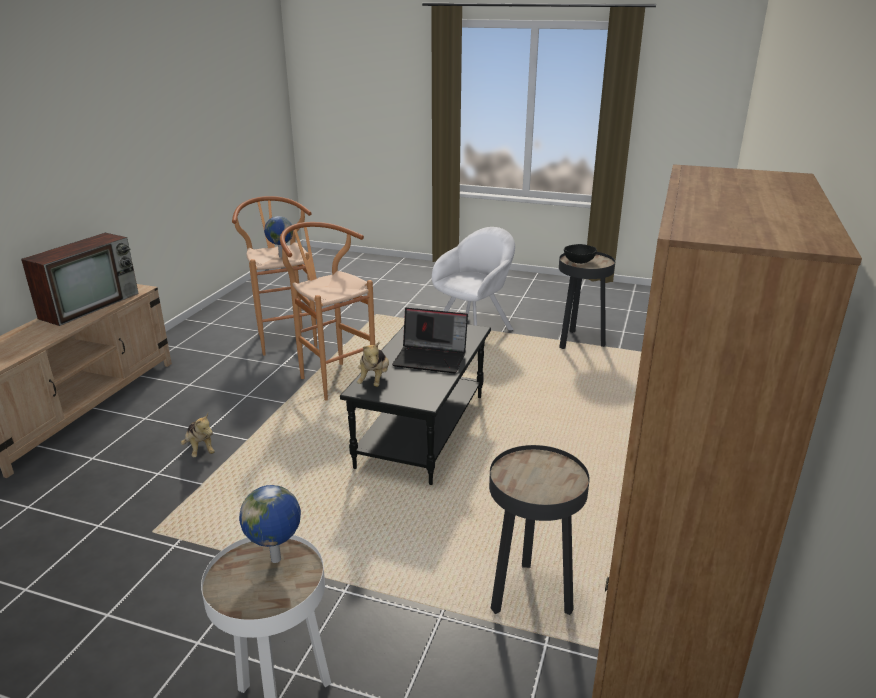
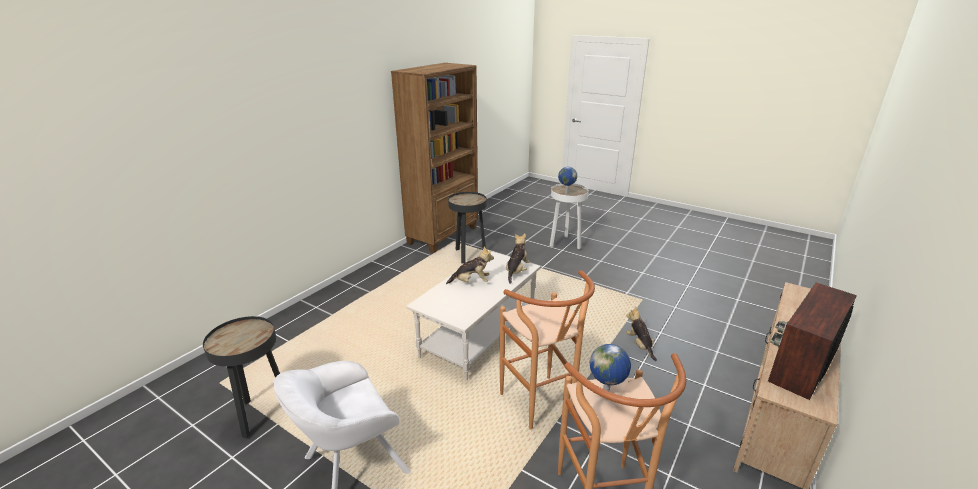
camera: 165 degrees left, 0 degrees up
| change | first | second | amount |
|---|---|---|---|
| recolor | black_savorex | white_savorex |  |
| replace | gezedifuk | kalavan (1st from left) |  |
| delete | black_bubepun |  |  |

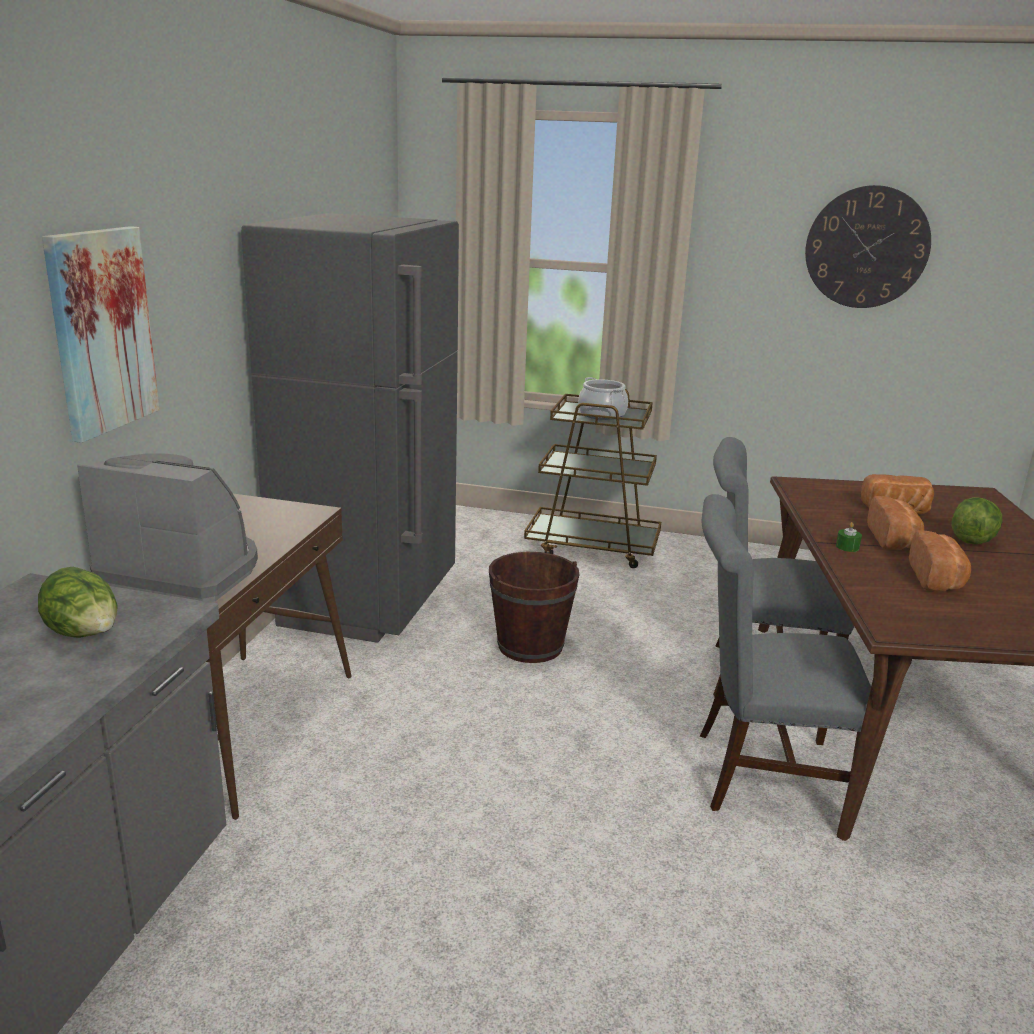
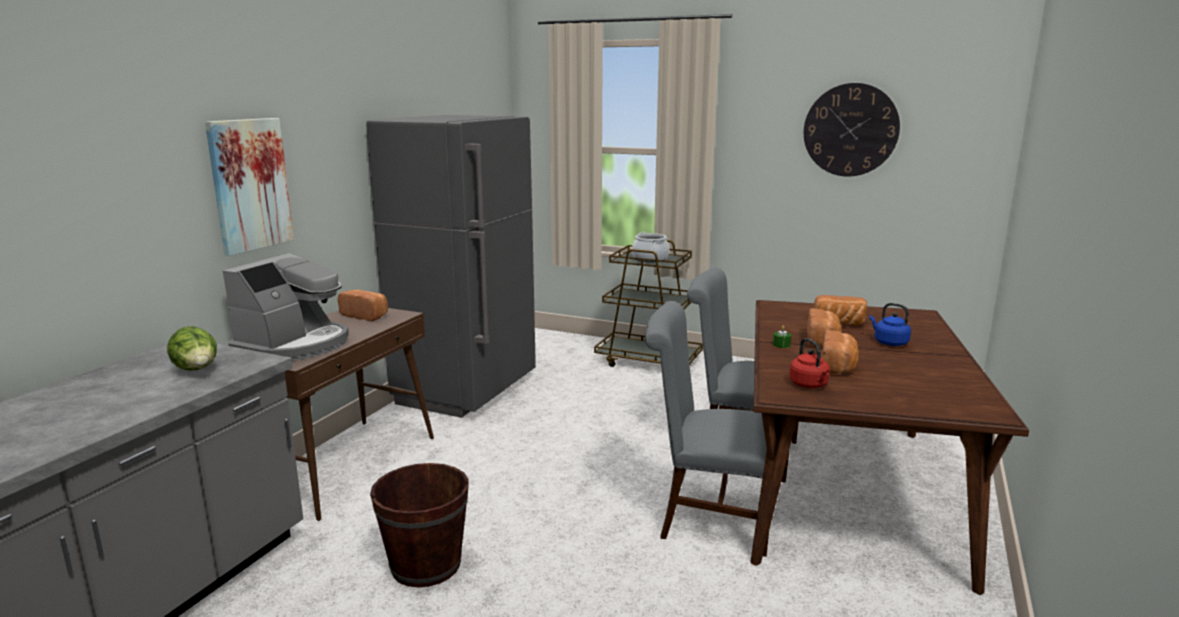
camera: 10 degrees right, 5 degrees down
| change | first | second | amount |
|---|---|---|---|
| rotate | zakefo |  | 90 degrees clockwise |
| move | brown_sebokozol |  |  |
| replace | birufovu (2nd from left) | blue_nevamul |  |
| insert |  | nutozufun (1st from left) |  |
| insert |  | red_nevamul |  |

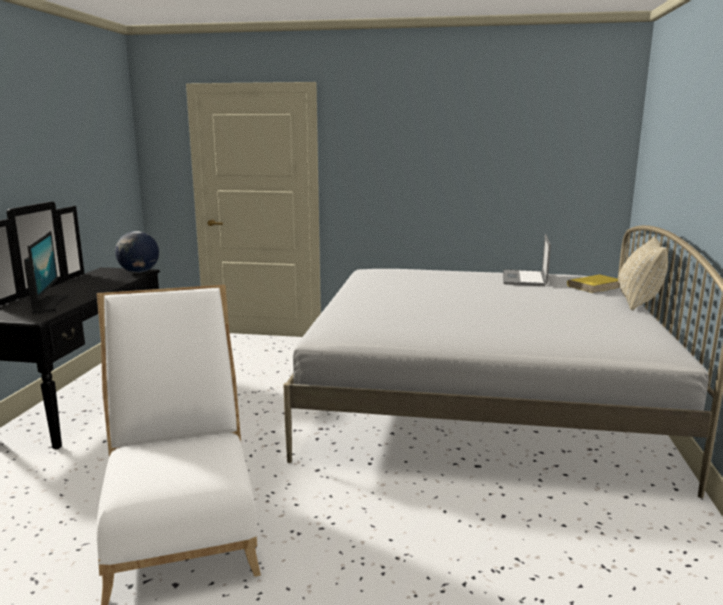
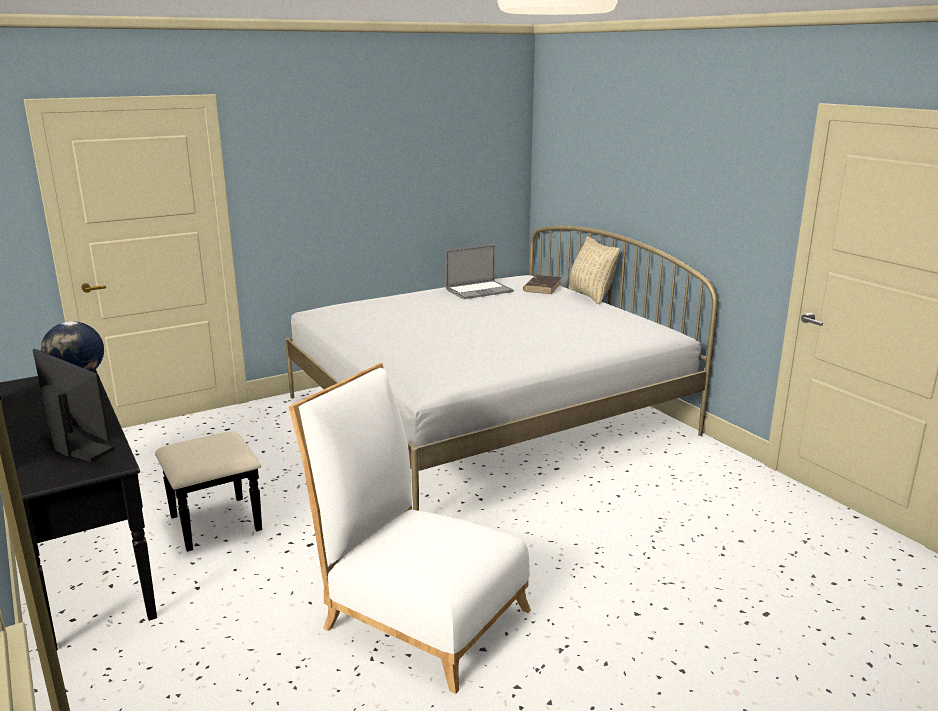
camera: 40 degrees left, 5 degrees up
| change | first | second | amount |
|---|---|---|---|
| rotate | gezedifuk |  | 90 degrees counterclockwise |
| recolor | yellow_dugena | brown_dugena |  |

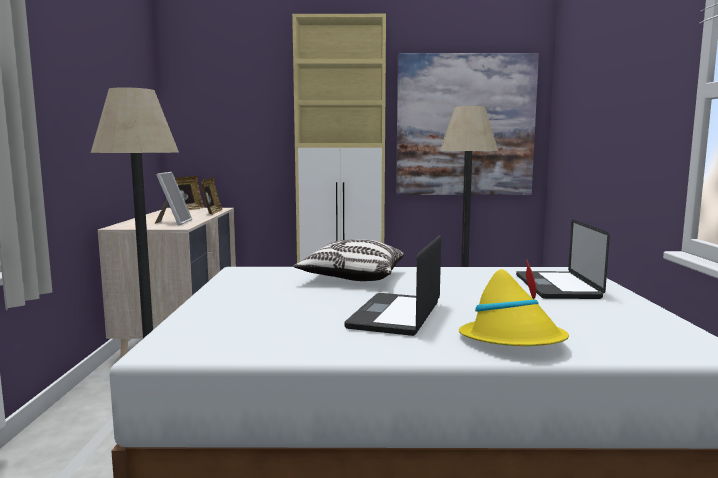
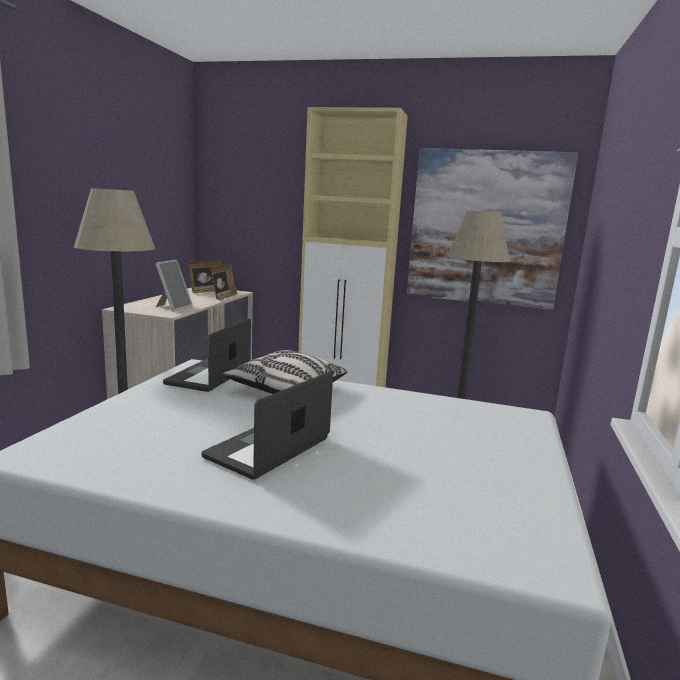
camera: 15 degrees right, 5 degrees up
| change | first | second | amount |
|---|---|---|---|
| delete | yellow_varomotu |  |  |
| move | gezedifuk (2nd from left in the first image) | gezedifuk (1st from left) |  |

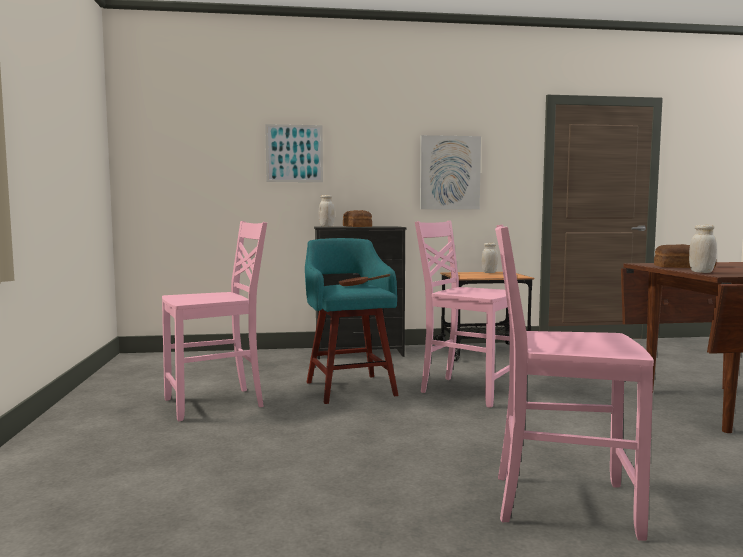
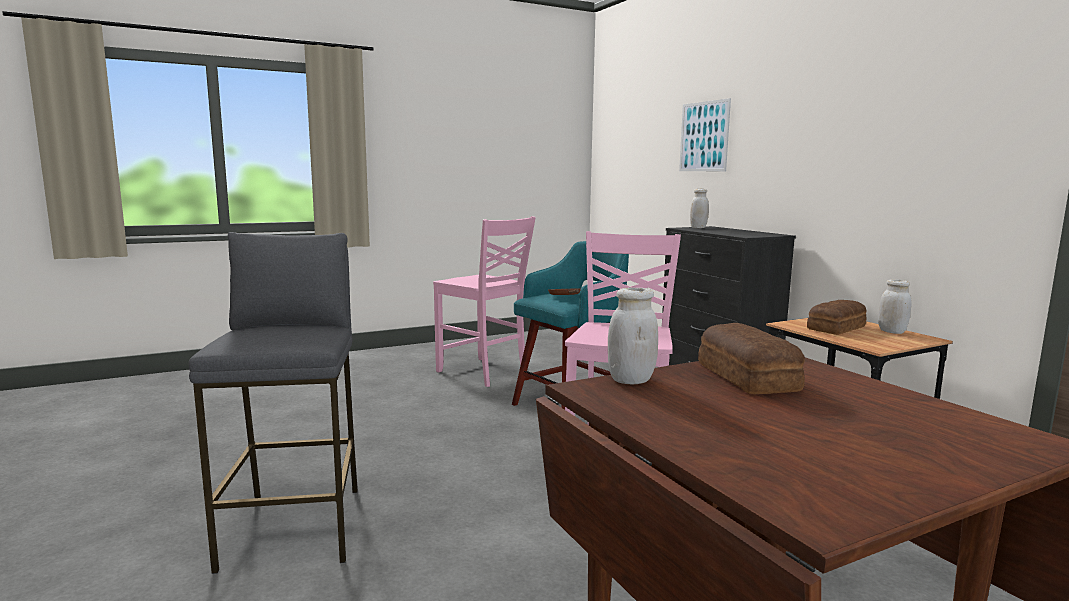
camera: 70 degrees right, 5 degrees up
| change | first | second | amount |
|---|---|---|---|
| move | nutozufun (1st from left in the first image) | nutozufun (2nd from left) |  |
| delete | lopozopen (2nd from left) |  |  |
| replace | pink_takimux (3rd from left) | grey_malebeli |  |

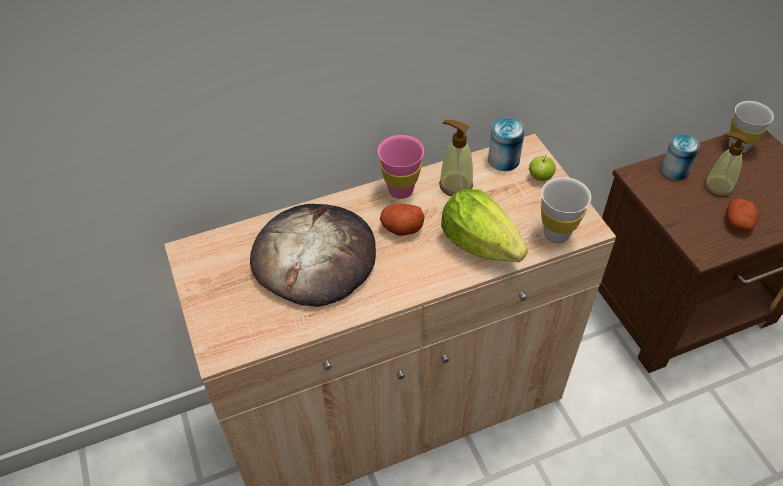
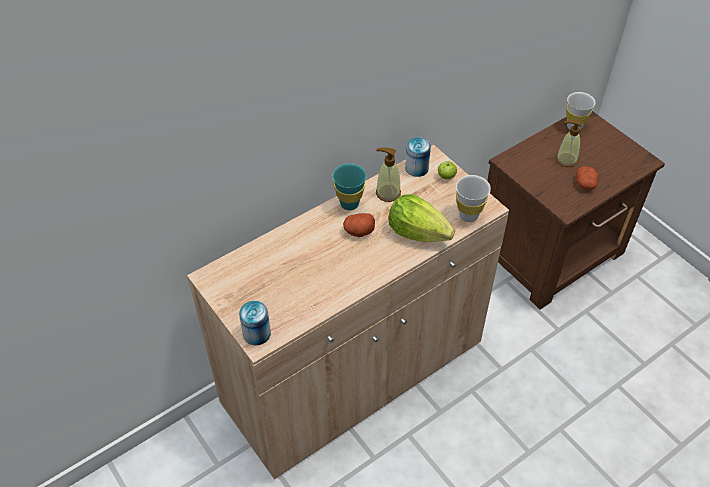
camera: 15 degrees left, 0 degrees up
| change | first | second | amount |
|---|---|---|---|
| delete | nutozufun |  |  |
| recolor | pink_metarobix | turquoise_metarobix |  |
| move | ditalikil (2nd from left in the first image) | ditalikil (1st from left) |  |

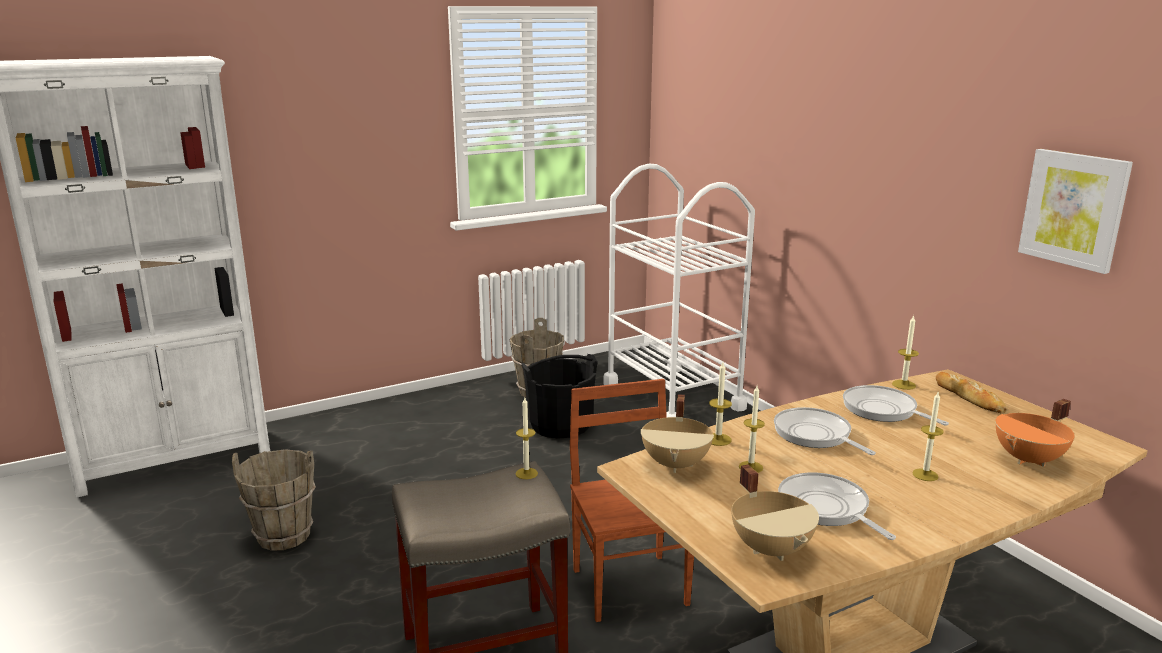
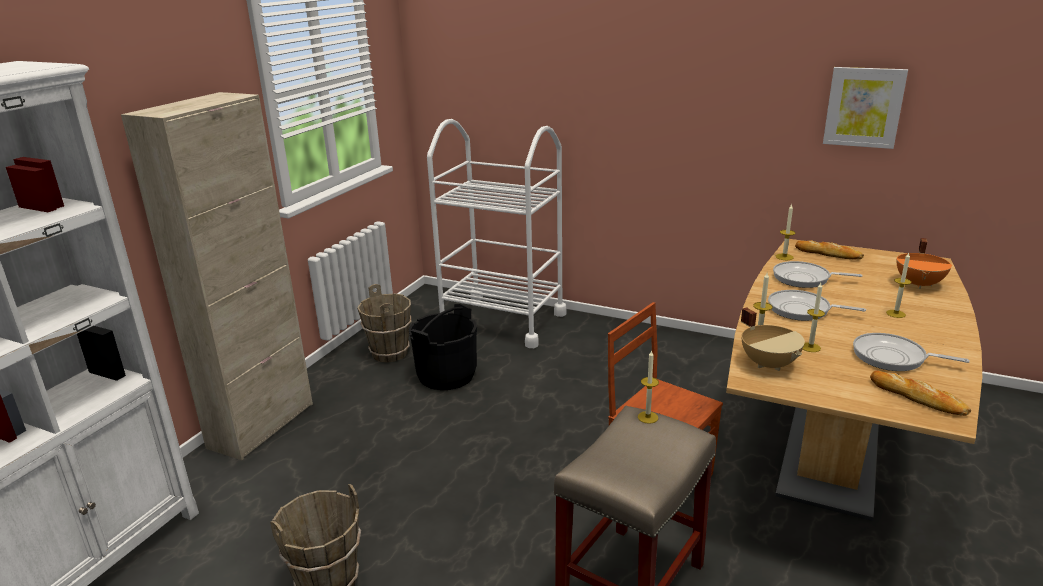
camera: 35 degrees left, 5 degrees up
| change | first | second | amount |
|---|---|---|---|
| replace | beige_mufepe (2nd from left) | nutozufun (2nd from left) |  |
| insert |  | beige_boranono |  |

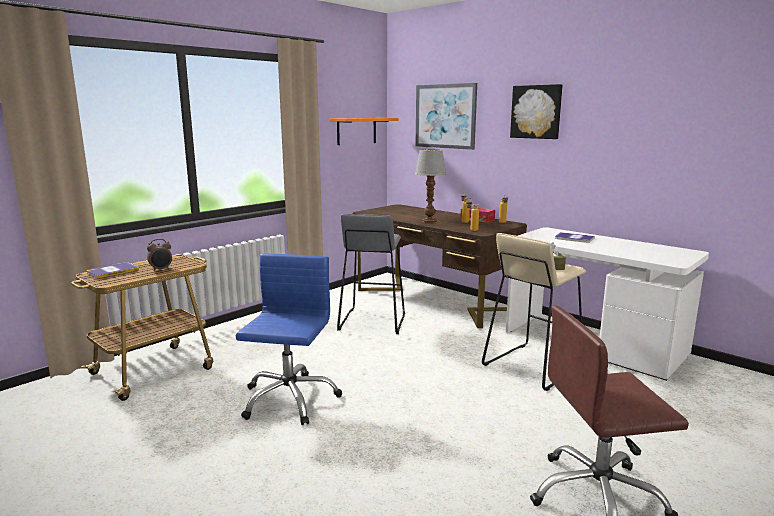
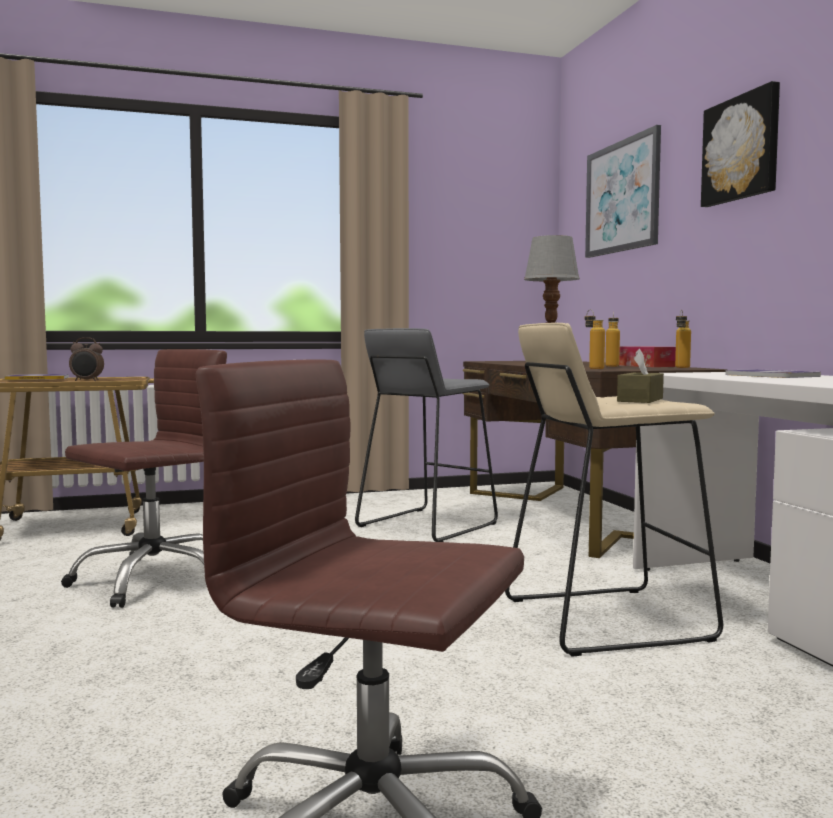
camera: 30 degrees right, 10 degrees down
| change | first | second | amount |
|---|---|---|---|
| recolor | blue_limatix | brown_limatix (1st from left) |  |
| delete | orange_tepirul |  |  |

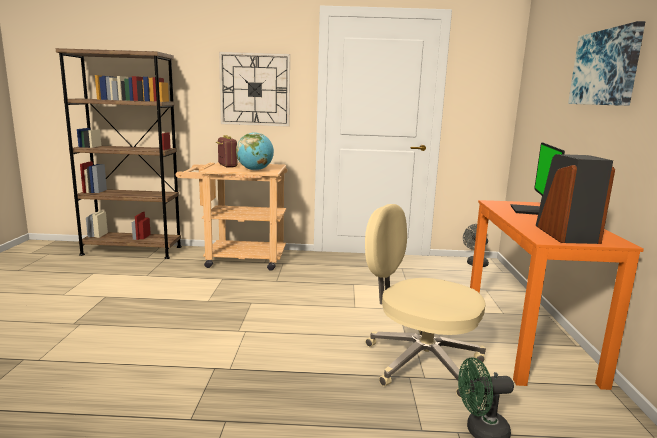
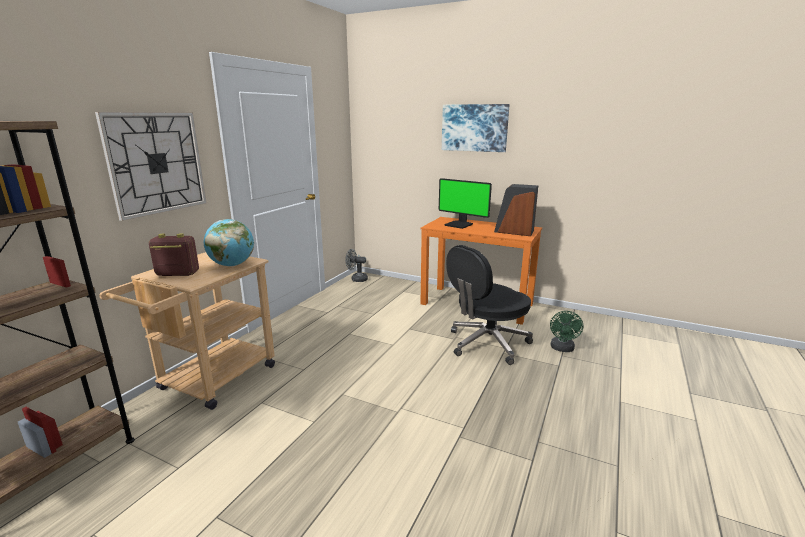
camera: 65 degrees left, 5 degrees up
| change | first | second | amount |
|---|---|---|---|
| recolor | beige_limatix | black_limatix |  |

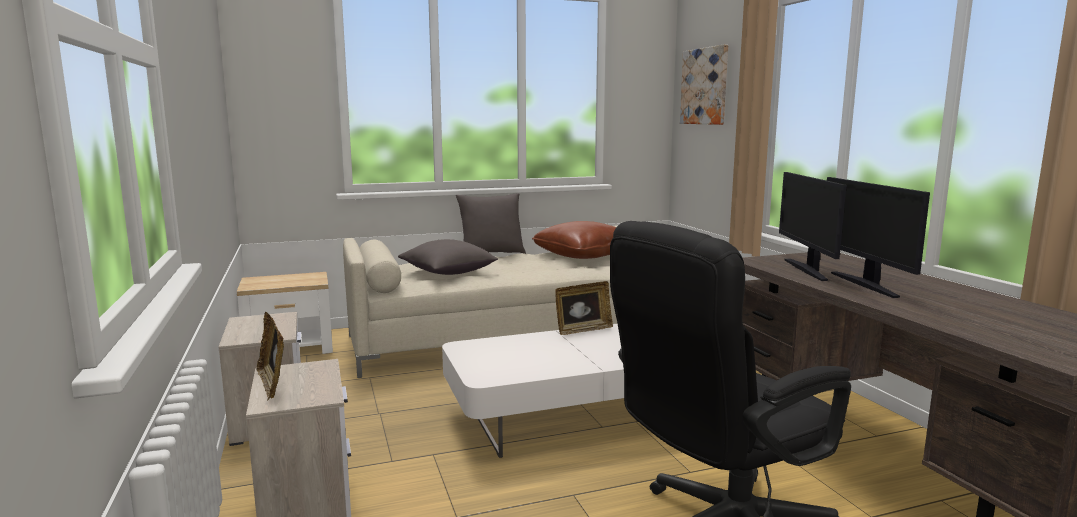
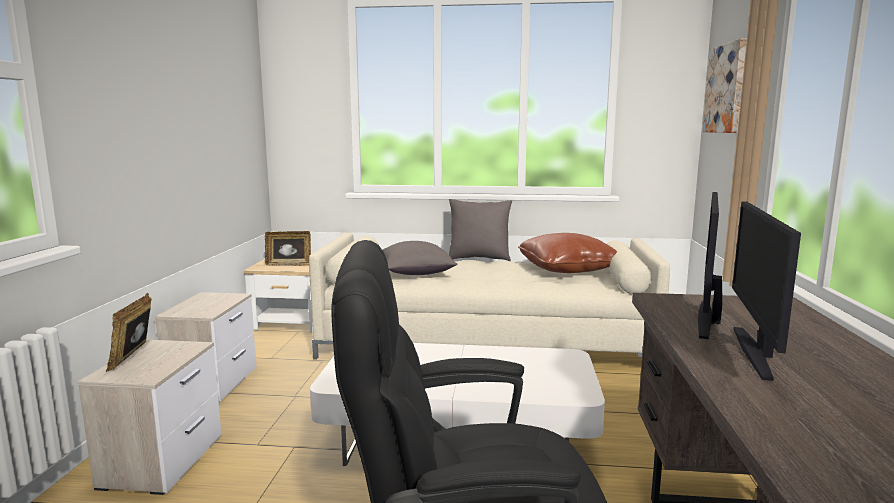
camera: 25 degrees right, 0 degrees up
| change | first | second | amount |
|---|---|---|---|
| move | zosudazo (2nd from left) |  |  |

